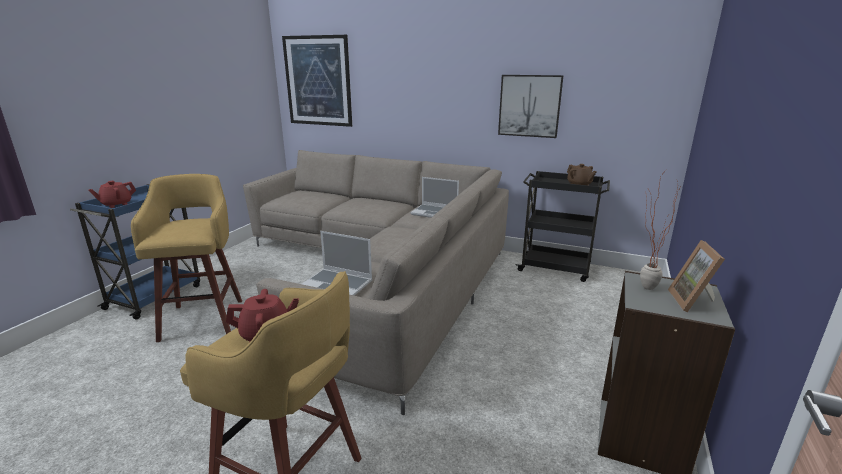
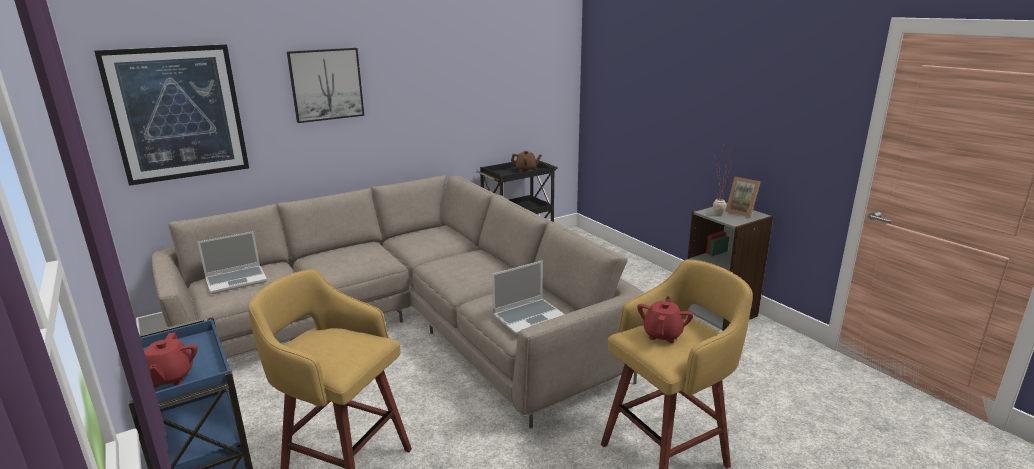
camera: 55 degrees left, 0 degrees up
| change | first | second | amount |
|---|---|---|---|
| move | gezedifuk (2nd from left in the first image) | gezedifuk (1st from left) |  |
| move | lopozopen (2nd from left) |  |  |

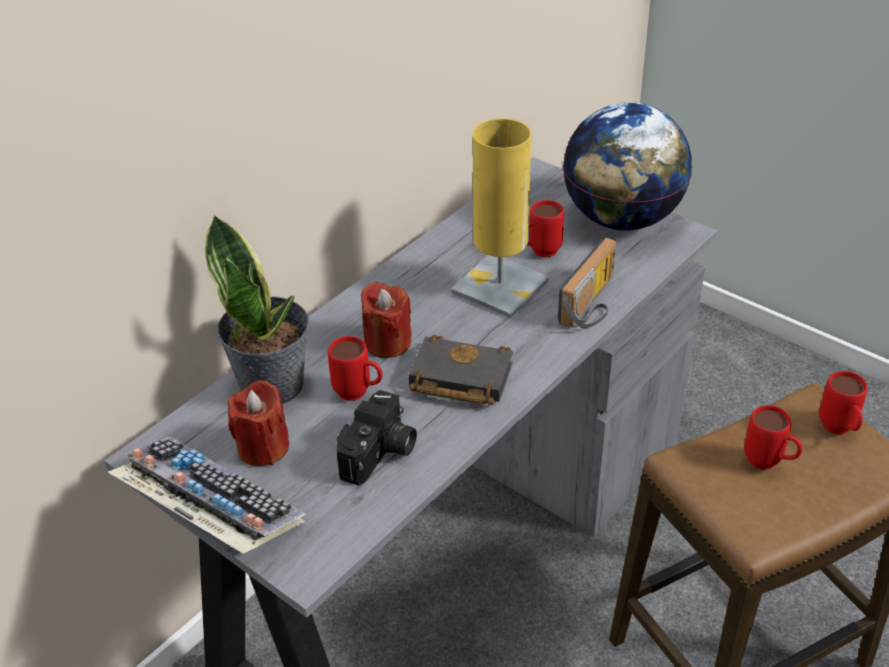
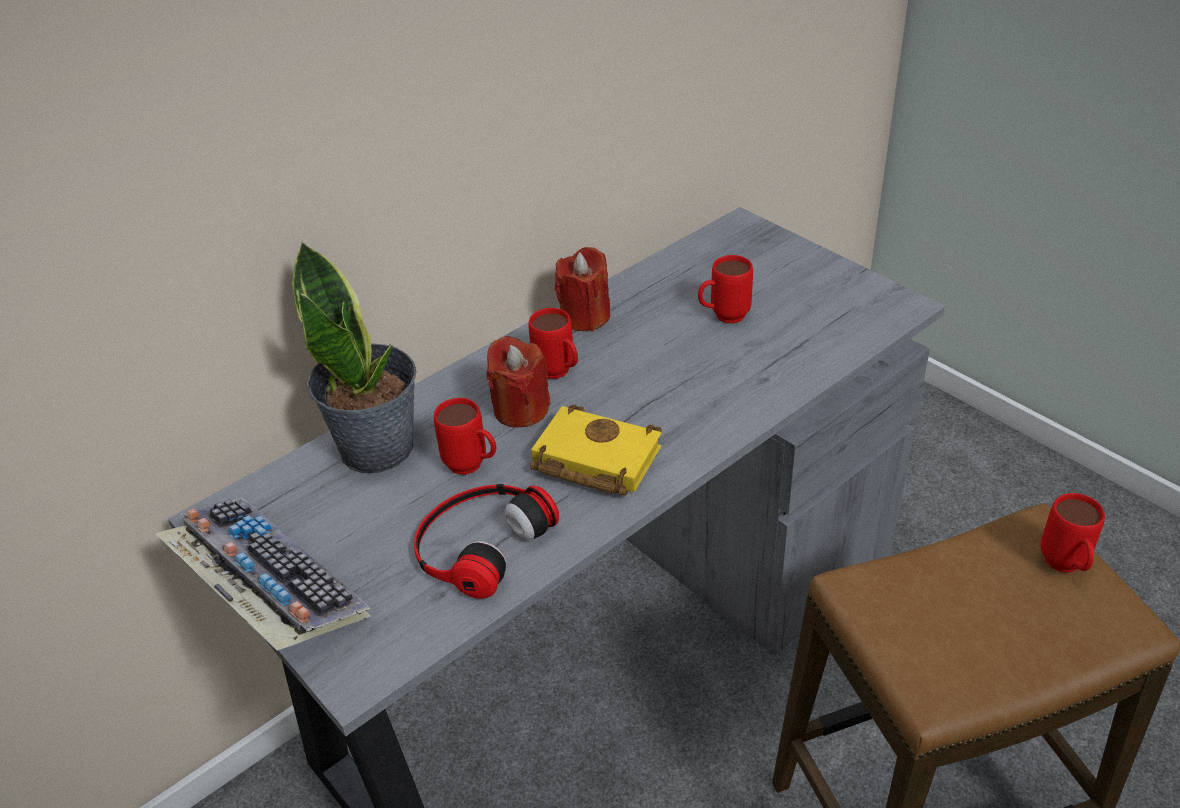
camera: 10 degrees right, 0 degrees up
| change | first | second | amount |
|---|---|---|---|
| move | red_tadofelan (1st from left in the first image) | red_tadofelan (2nd from left) |  |
| replace | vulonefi | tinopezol |  |
| recolor | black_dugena | yellow_dugena |  |
| delete | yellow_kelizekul |  |  |
| delete | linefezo |  |  |
| delete | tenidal |  |  |
| move | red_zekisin (3rd from left in the first image) | red_zekisin (2nd from left) |  |

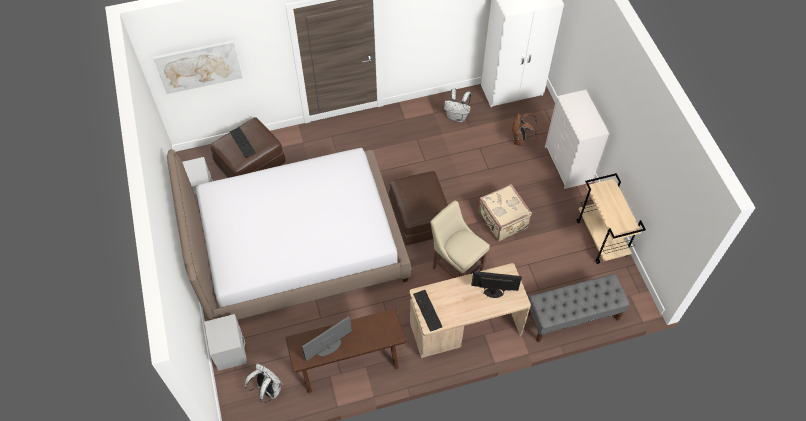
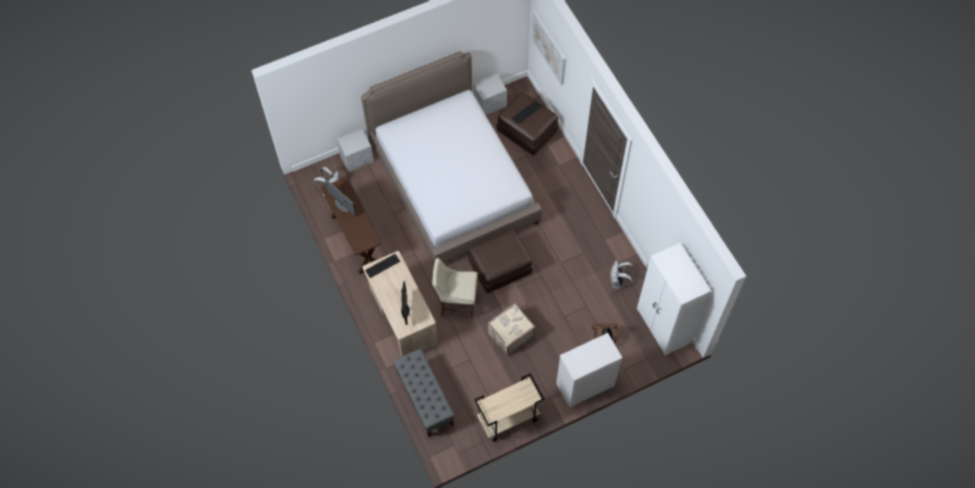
camera: 80 degrees right, 5 degrees up
| change | first | second | amount |
|---|---|---|---|
| rotate | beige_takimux |  | 120 degrees counterclockwise |

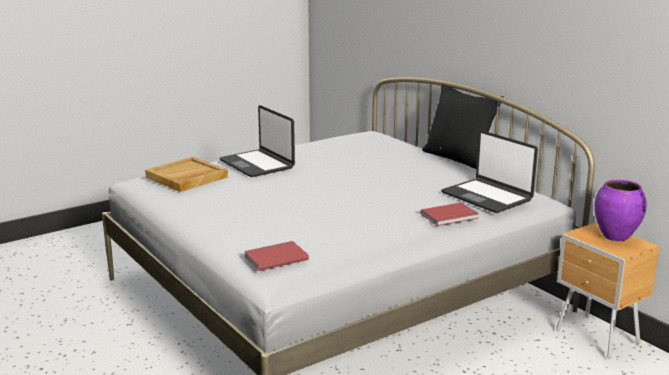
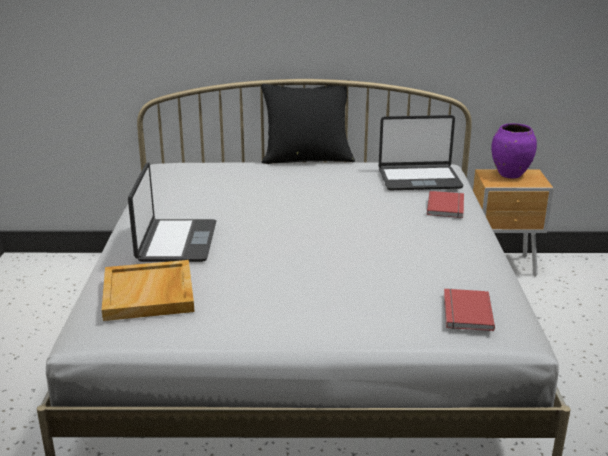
camera: 55 degrees left, 5 degrees up
| change | first | second | amount |
|---|---|---|---|
| rotate | gezedifuk (1st from left) |  | 90 degrees counterclockwise |

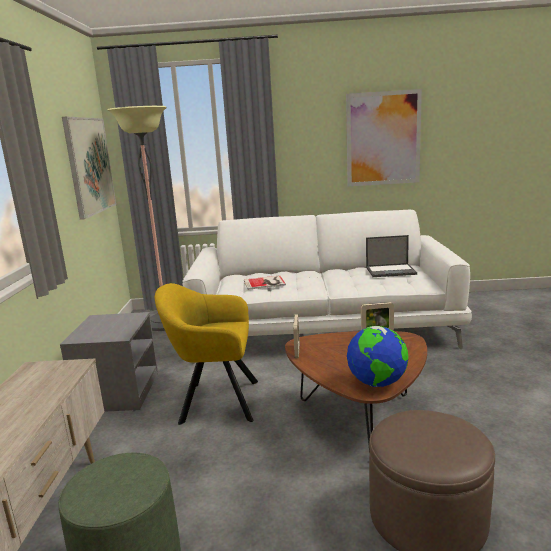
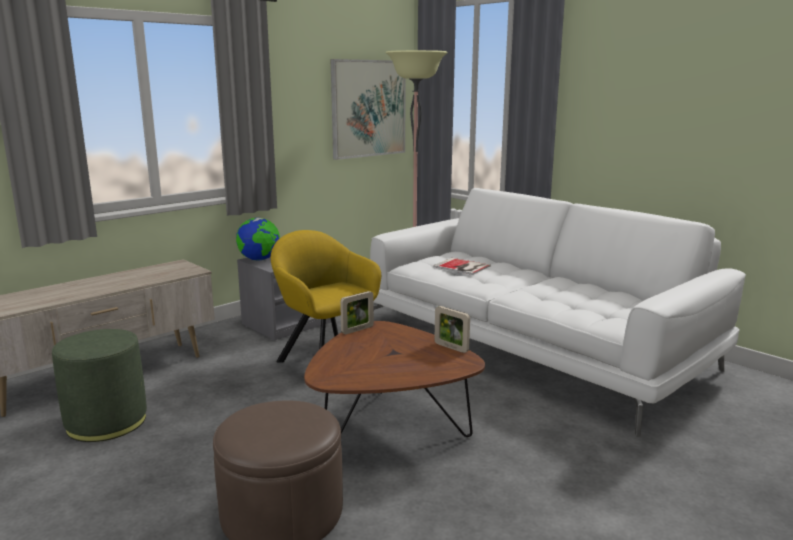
camera: 45 degrees right, 0 degrees up
| change | first | second | amount |
|---|---|---|---|
| delete | lopozopen (2nd from left) |  |  |
| move | tenidal |  |  |
| delete | gezedifuk |  |  |

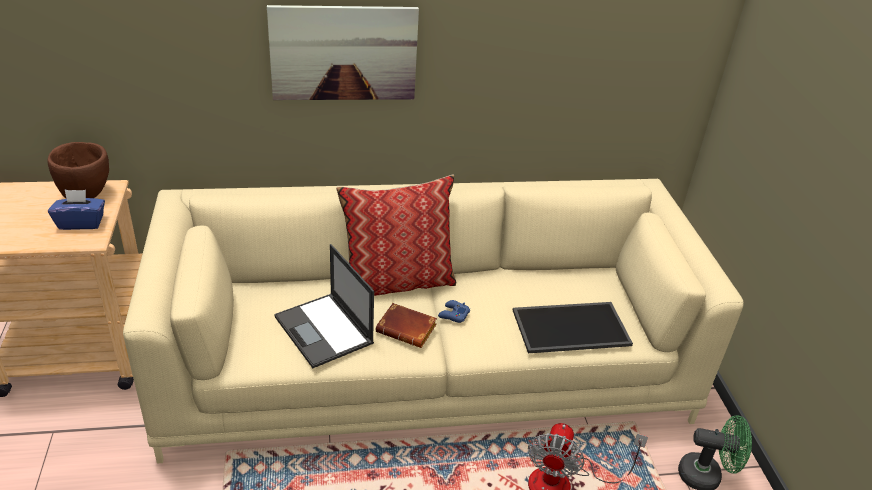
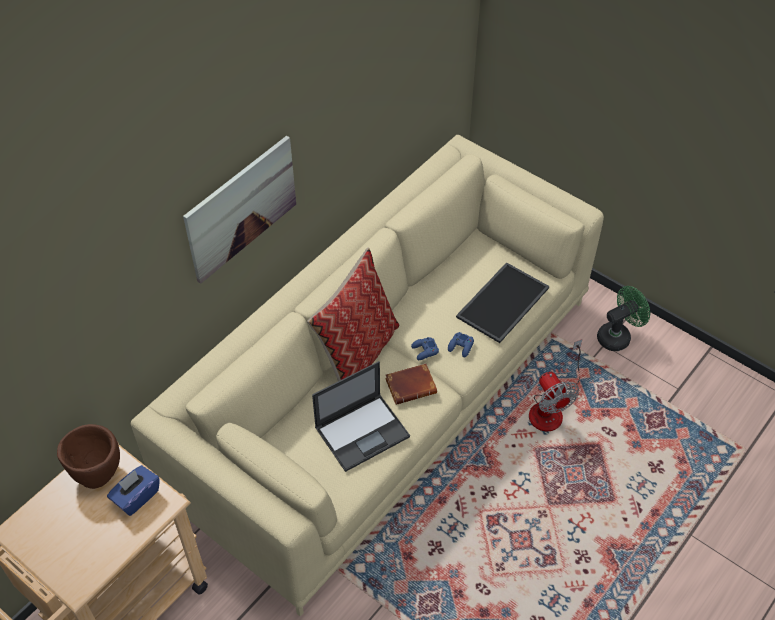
camera: 40 degrees left, 15 degrees up
| change | first | second | amount |
|---|---|---|---|
| rotate | gezedifuk |  | 45 degrees counterclockwise |
| insert |  | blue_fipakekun (2nd from left) |  |

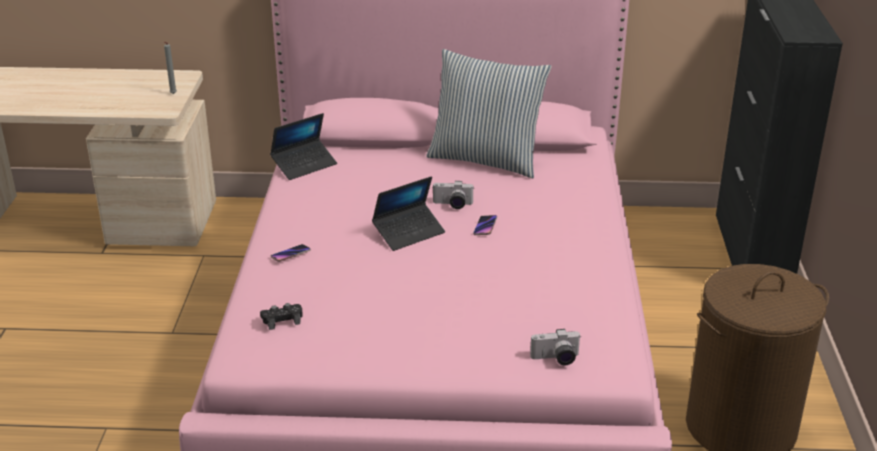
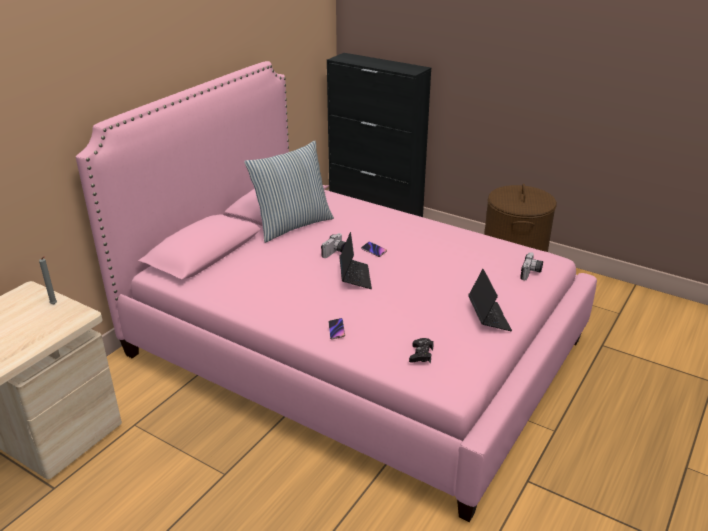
camera: 60 degrees left, 0 degrees up
| change | first | second | amount |
|---|---|---|---|
| move | gezedifuk (1st from left in the first image) | gezedifuk (2nd from left) |  |

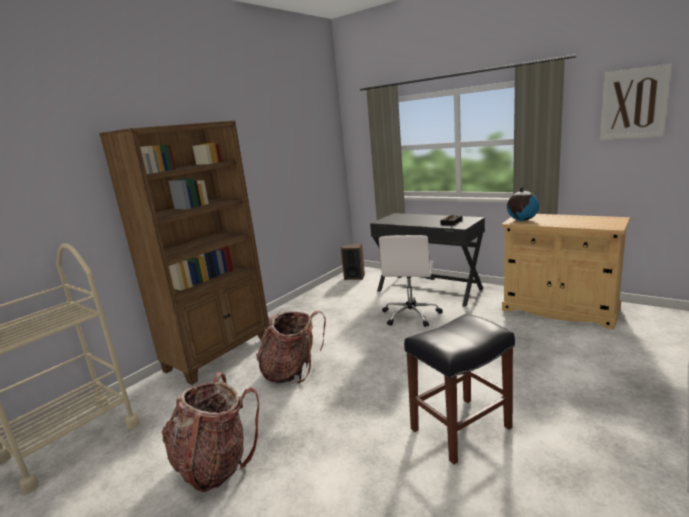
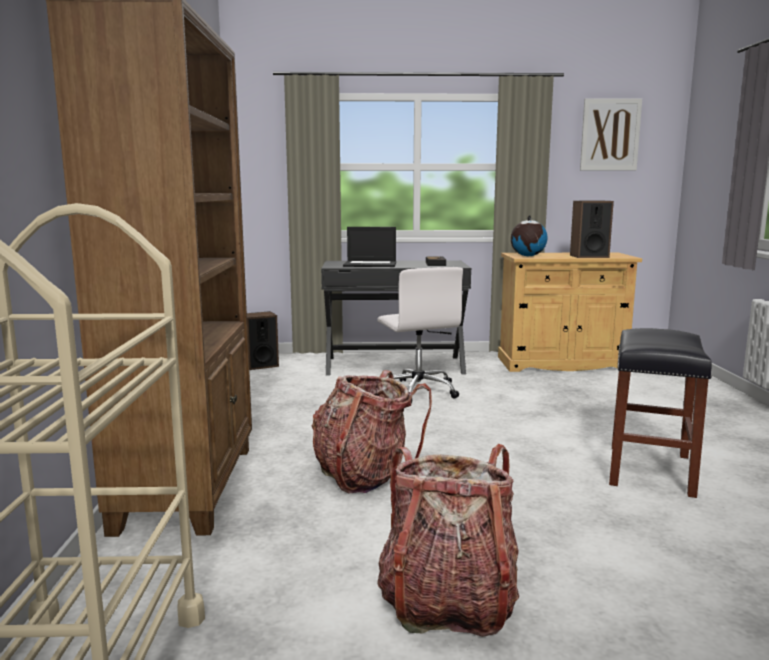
camera: 40 degrees left, 5 degrees down
| change | first | second | amount |
|---|---|---|---|
| insert |  | gezedifuk |  |
| insert |  | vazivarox (2nd from left) |  |

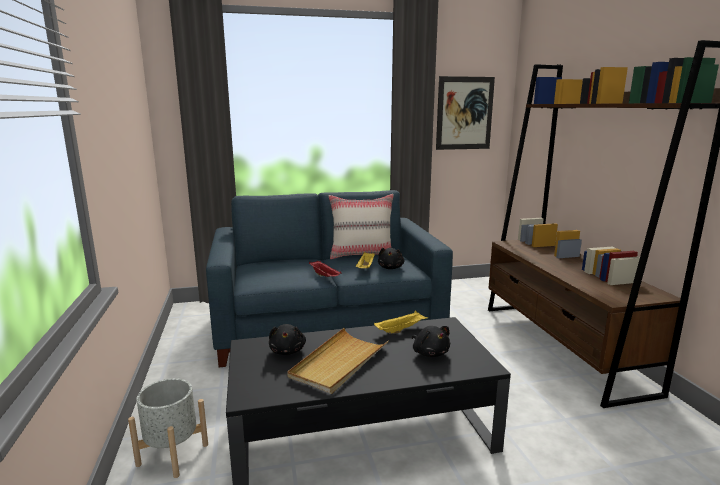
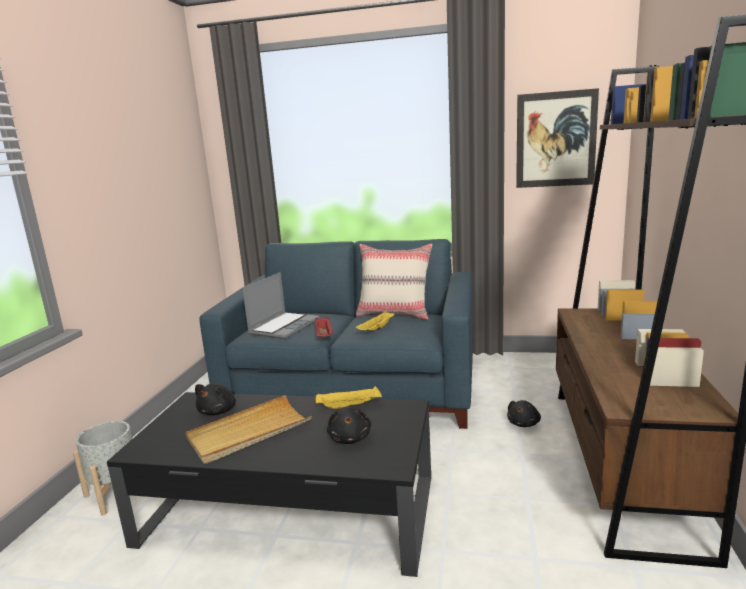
camera: 25 degrees right, 0 degrees up
| change | first | second | amount |
|---|---|---|---|
| move | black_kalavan (2nd from left in the first image) | black_kalavan (3rd from left) |  |
| insert |  | gezedifuk |  |

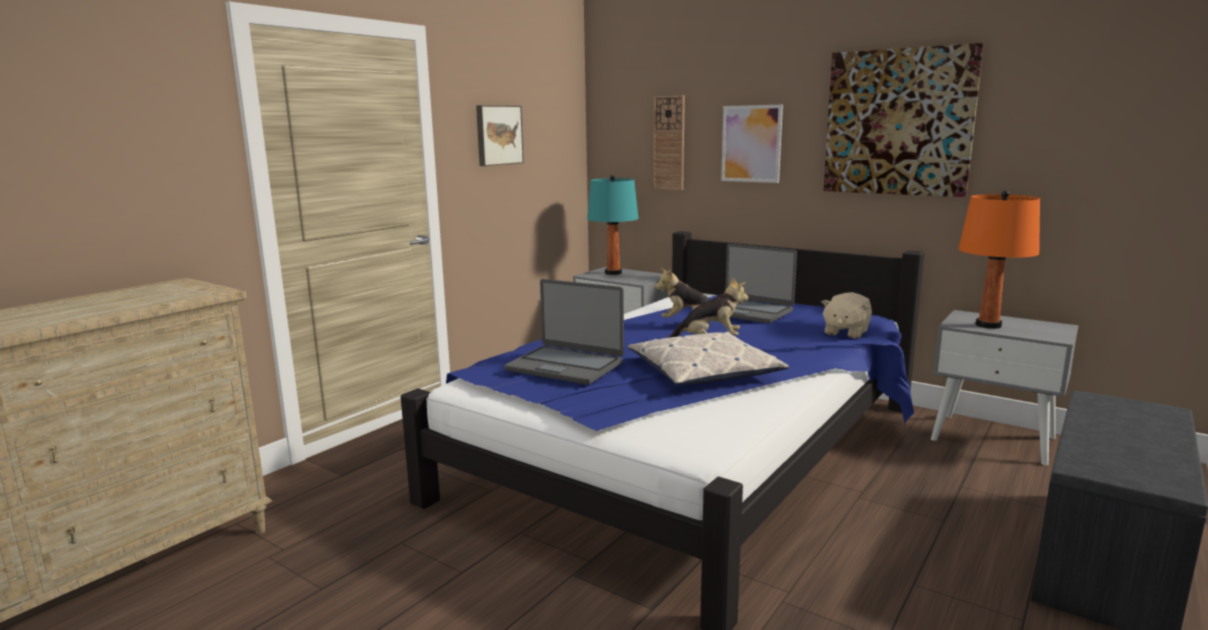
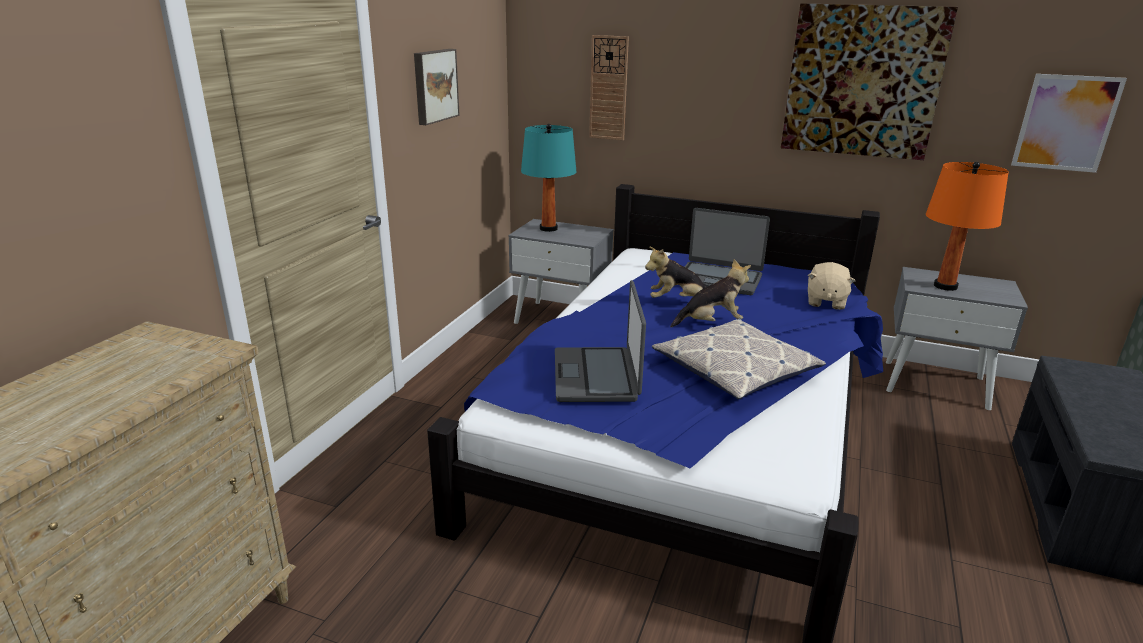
camera: 15 degrees left, 10 degrees up
| change | first | second | amount |
|---|---|---|---|
| rotate | gezedifuk (1st from left) |  | 75 degrees clockwise |
| move | lopozopen (2nd from left in the first image) | lopozopen (3rd from left) |  |

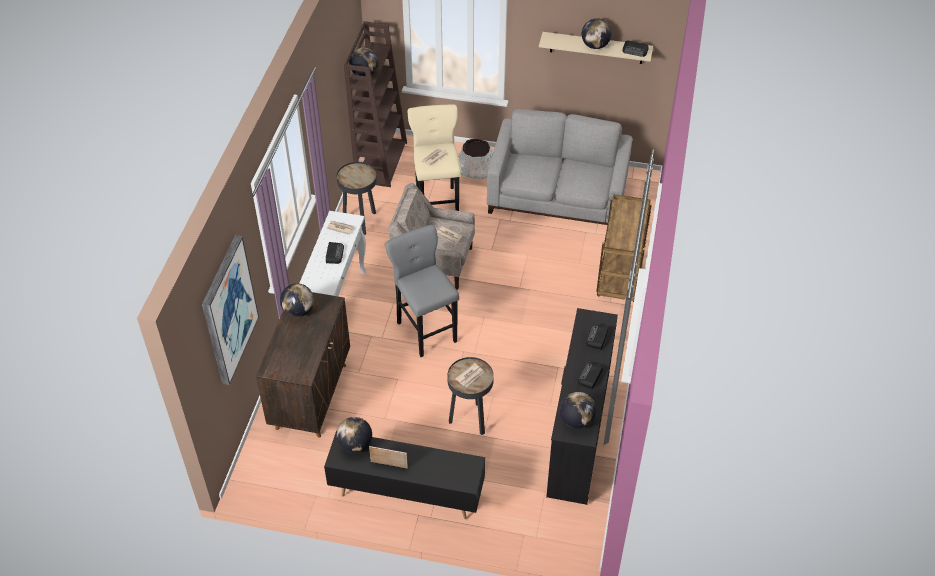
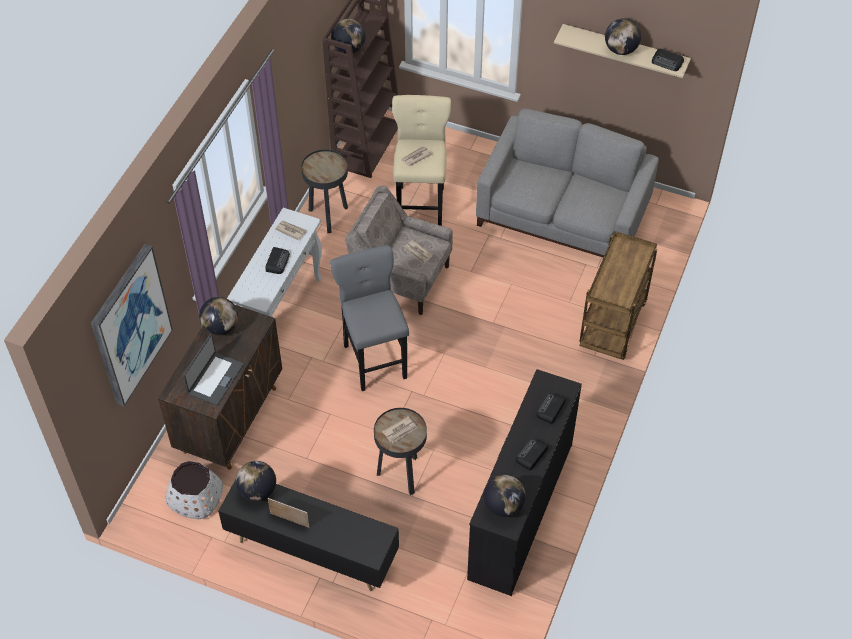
camera: 10 degrees right, 5 degrees up
| change | first | second | amount |
|---|---|---|---|
| move | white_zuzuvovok |  |  |
| insert |  | gezedifuk |  |

